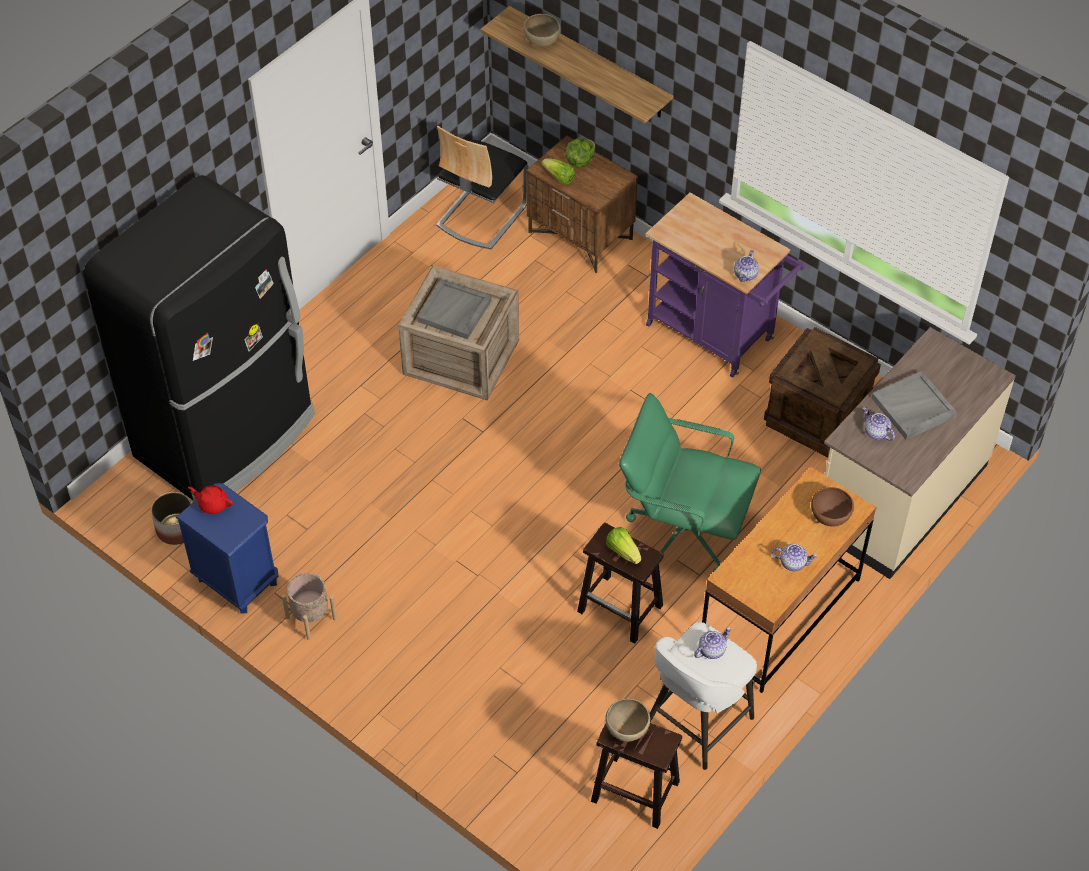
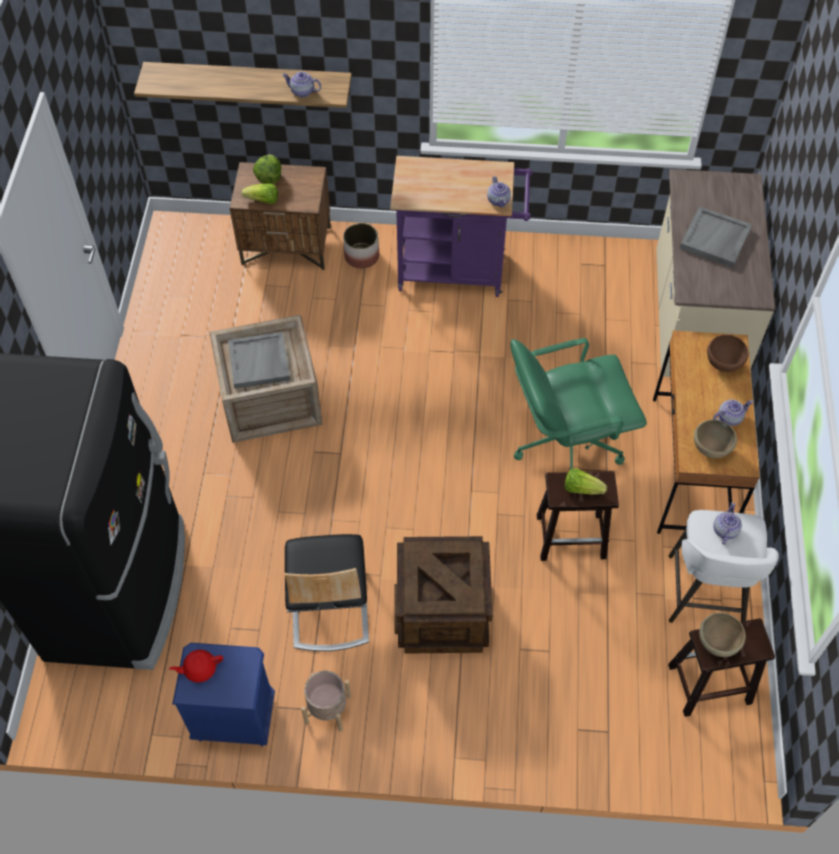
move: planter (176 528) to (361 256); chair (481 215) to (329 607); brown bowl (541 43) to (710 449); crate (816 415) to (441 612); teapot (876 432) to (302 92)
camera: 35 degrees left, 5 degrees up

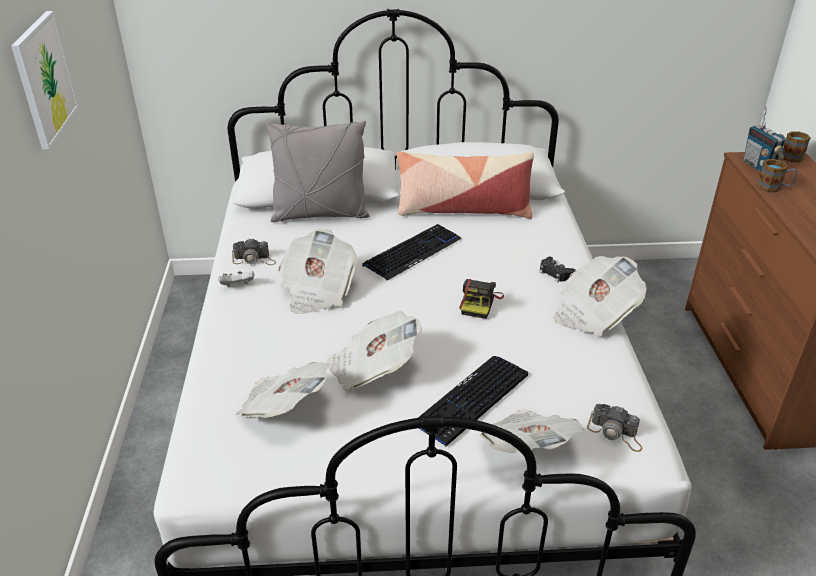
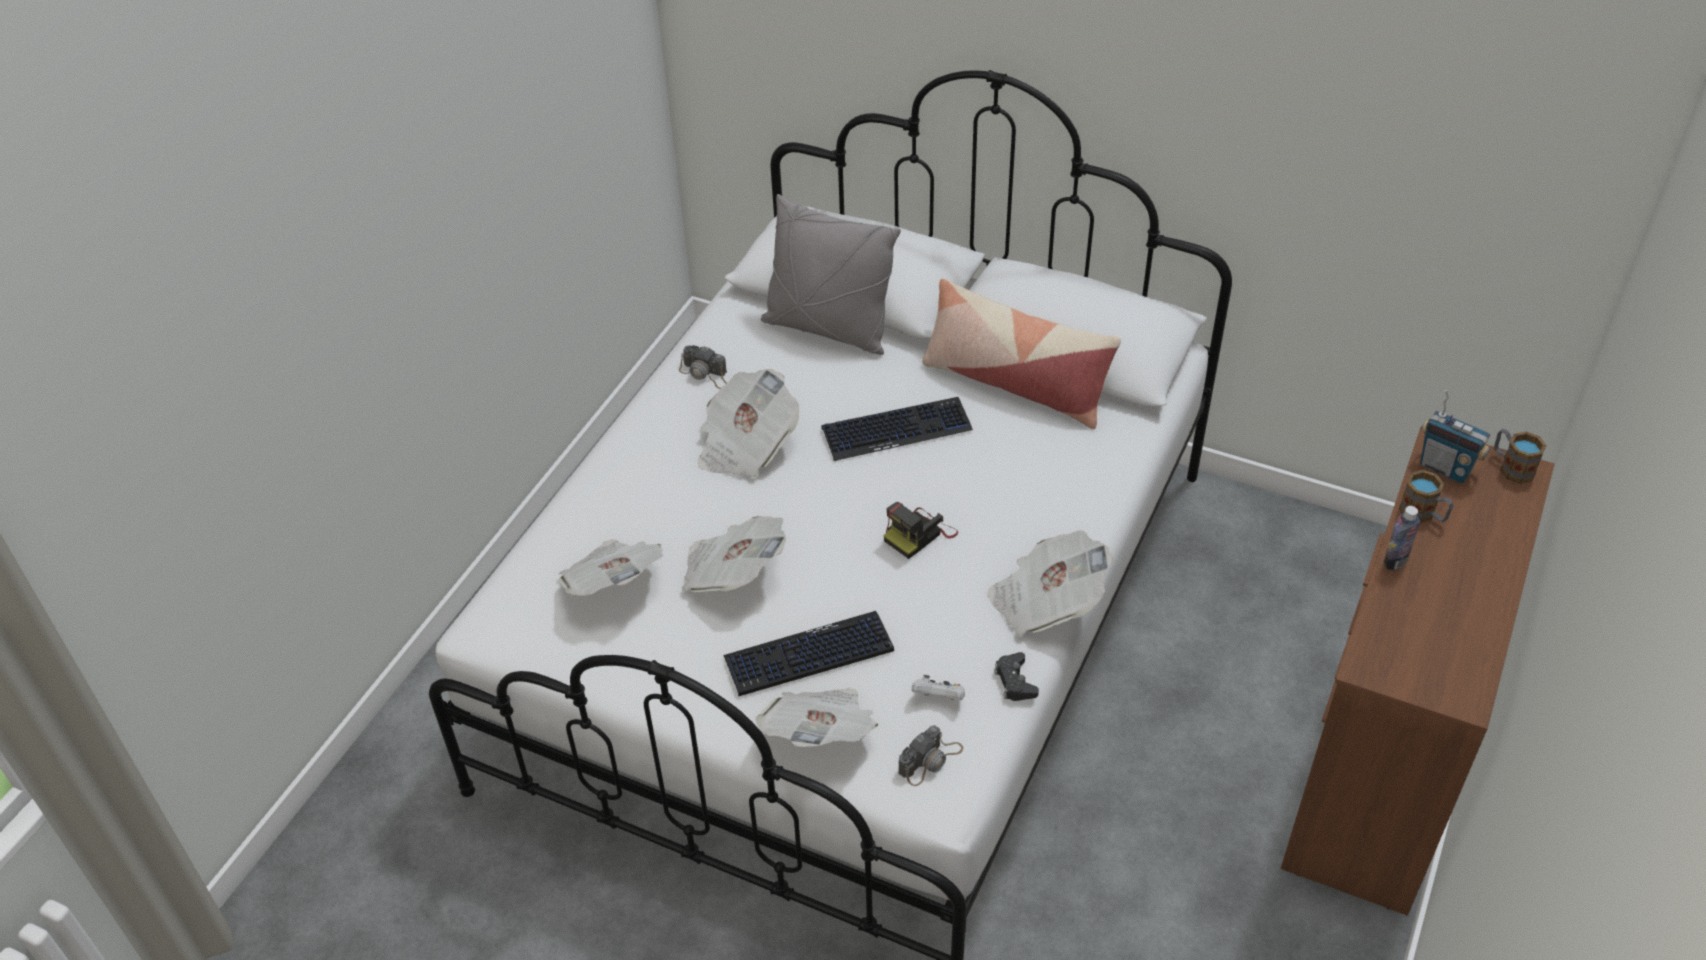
delete: picture (44 79)
insert: bottle (1395 561)
move: white game controller (237 286) to (939 698); black game controller (555 273) to (1015 681)
rotate: photo camera (615 434) = (930 760) 105 degrees counterclockwise; radio (758 165) = (1445 468) 60 degrees counterclockwise
camera: 30 degrees right, 10 degrees up

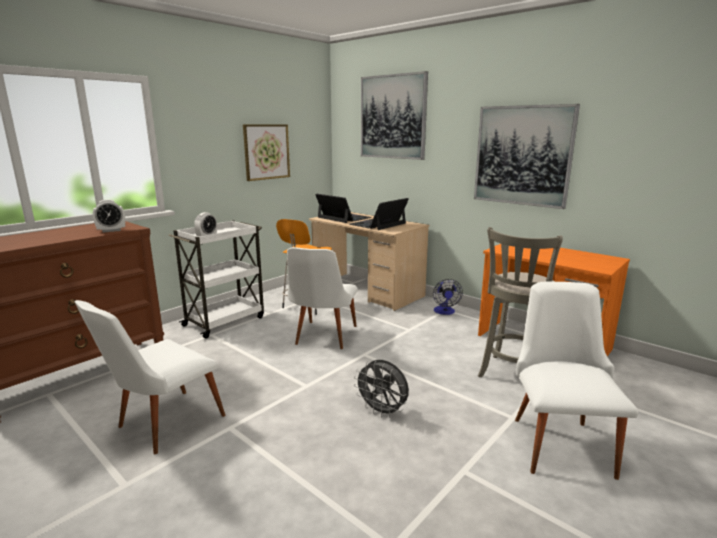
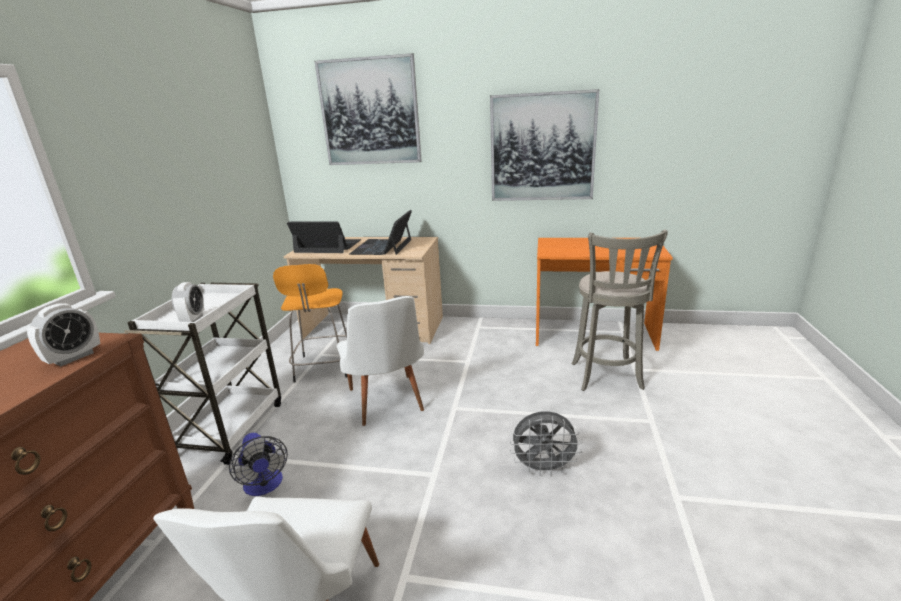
delete: picture (266 152); white chair (559 439)
move: fan (444 312) to (264 486)
camera: 30 degrees left, 5 degrees up

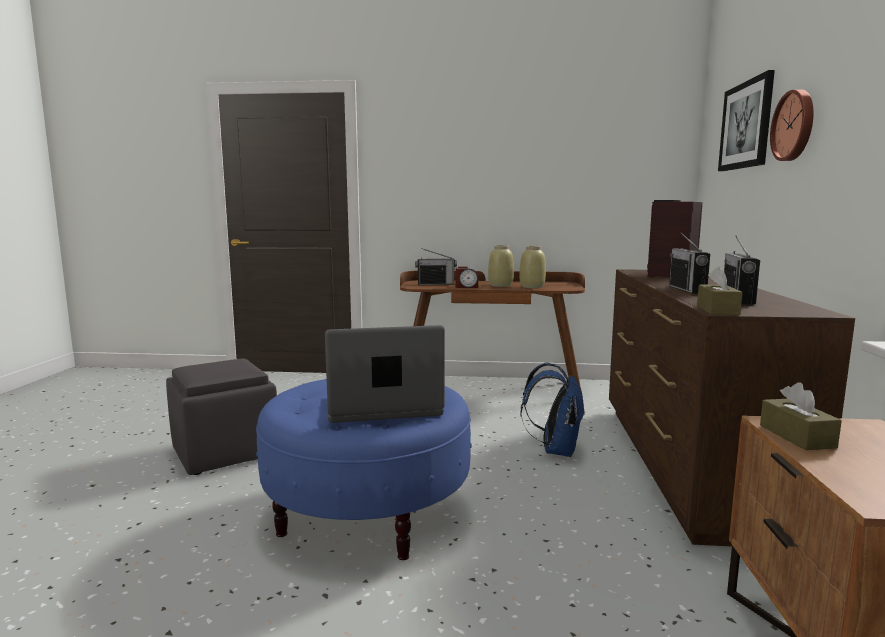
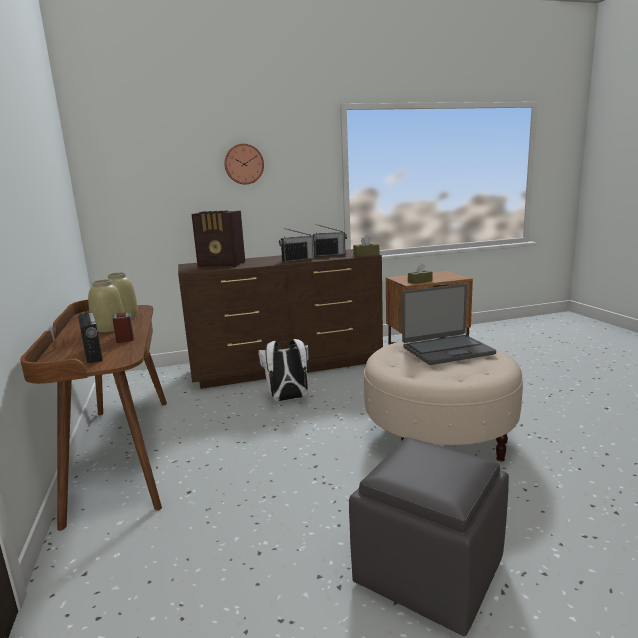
delete: picture (746 125)
recolor: blue ottoman (368 512) to beige ottoman (439 438); blue backpack (555 450) to white backpack (288 399)
rotate: laptop (383 407) = (447 350) 75 degrees counterclockwise
camera: 110 degrees left, 5 degrees up

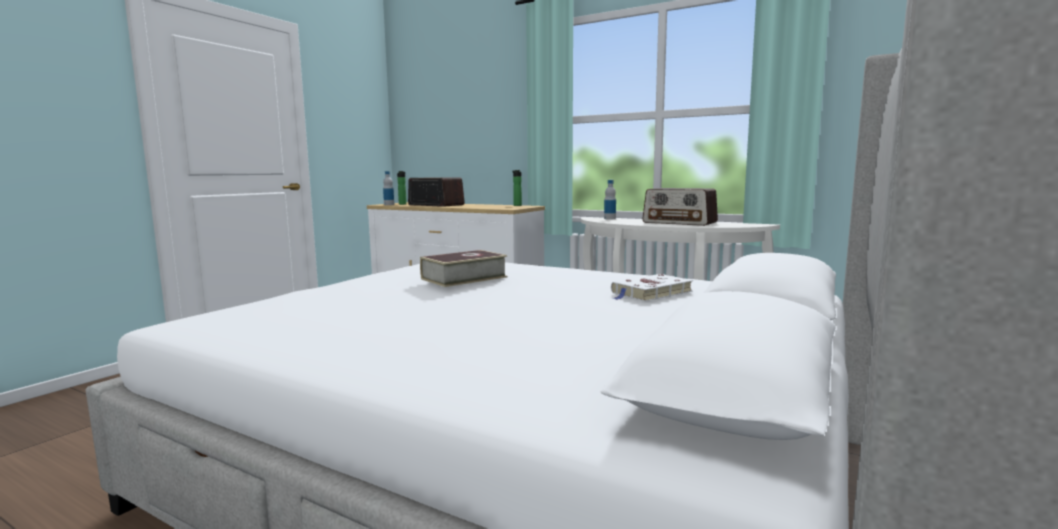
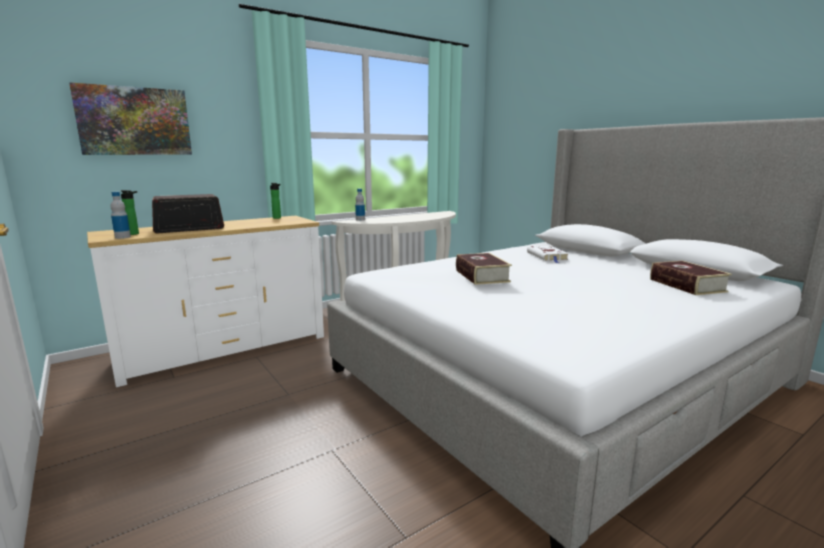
delete: radio (680 222)
insert: picture (134 121); book (687 285)
camera: 65 degrees left, 5 degrees up

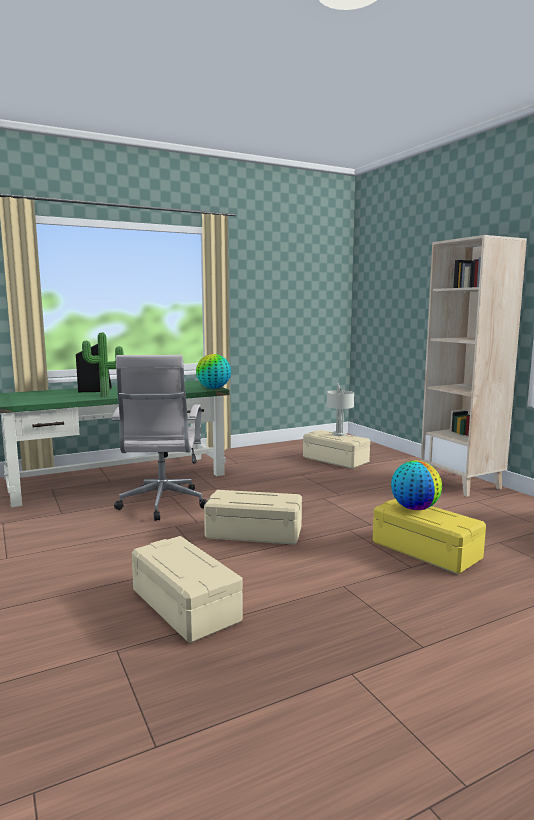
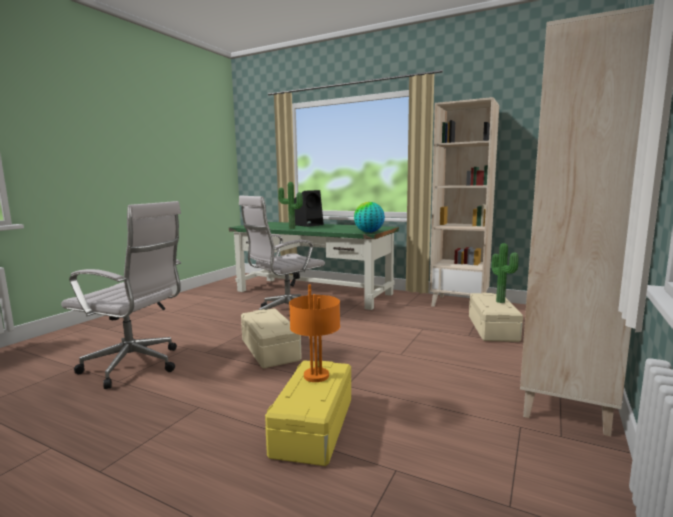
insert: beige bookcase (460 303)
replace: beige storage box (186 605) to white office chair (136 366); grey table lamp (339 434) to potted plant (501 301); globe (415 508) to orange table lamp (317 376)
camera: 55 degrees right, 0 degrees up

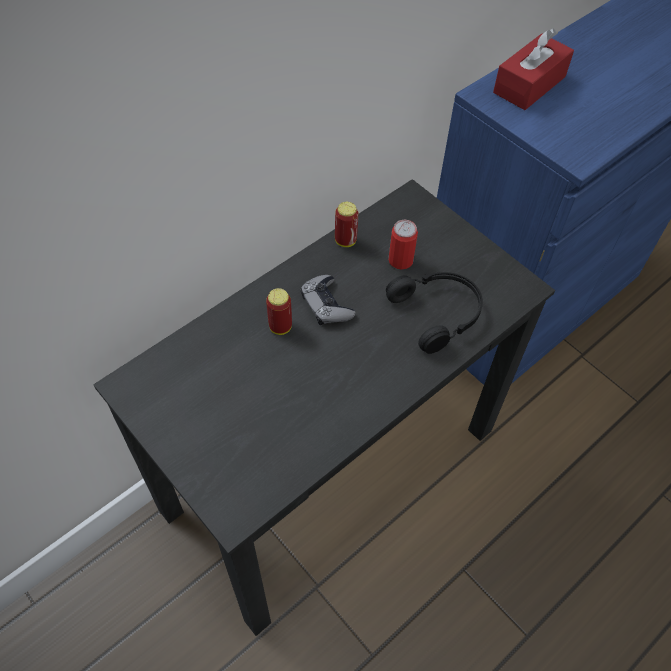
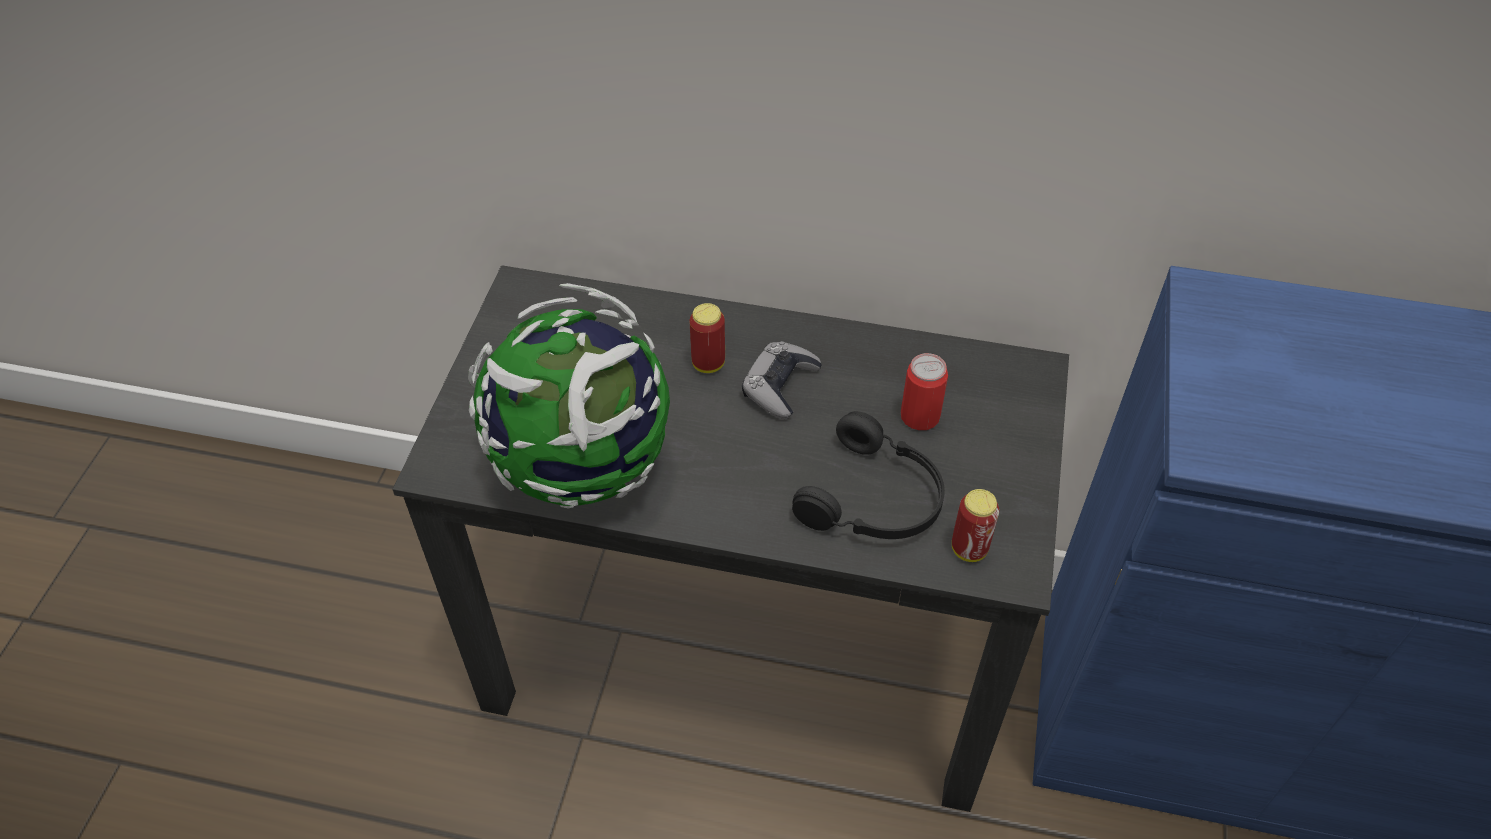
delete: red tissue box (529 85)
insert: globe (583 466)
move: can (345 241) to (969 549)
camera: 55 degrees right, 5 degrees down

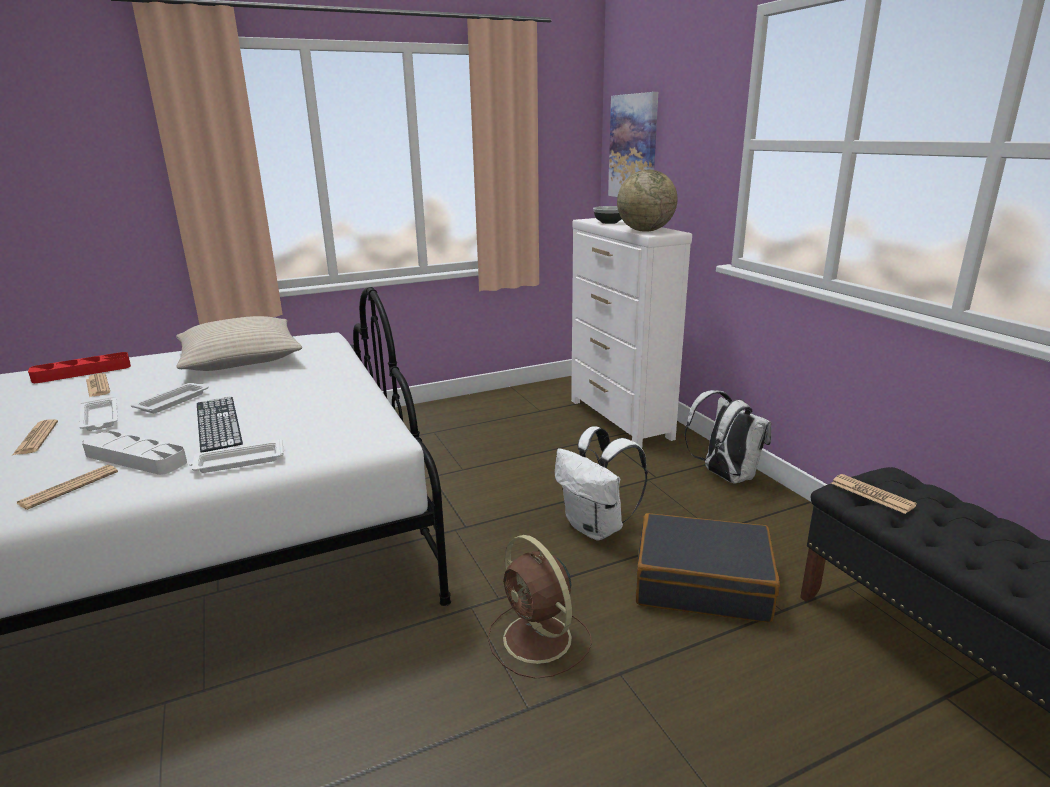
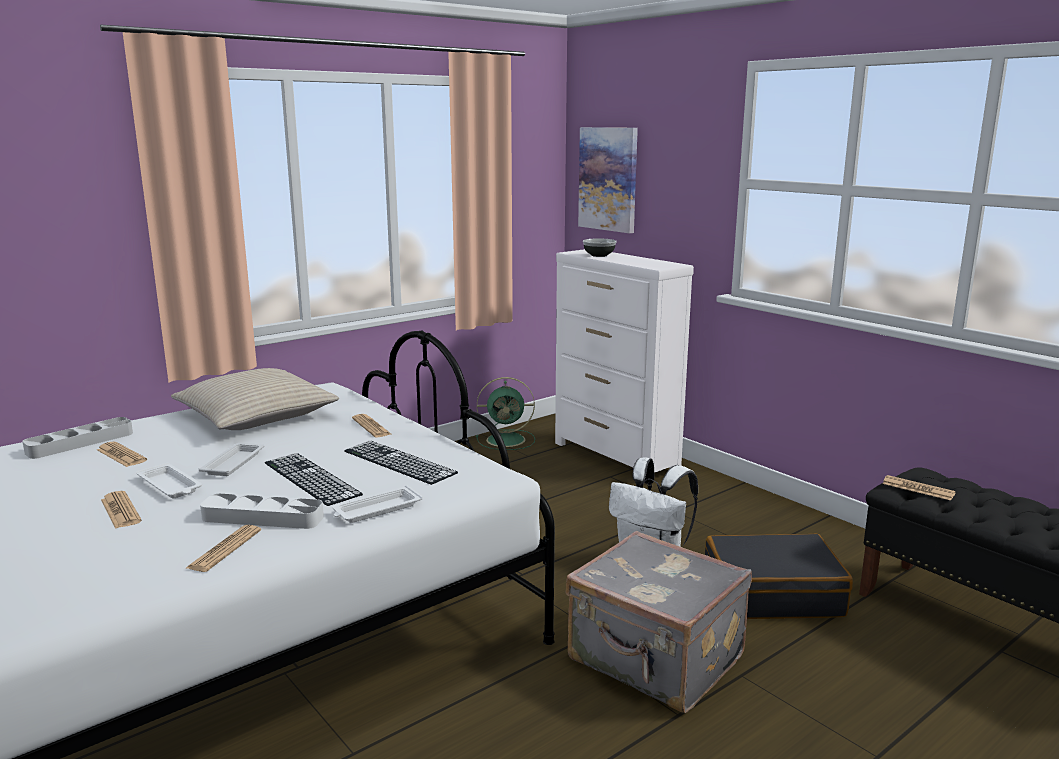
delete: globe (645 231); white backpack (724 476)
insert: keyboard (399 462); newspaper (371 427); green fan (507 440)
replace: brown fan (539 640) to grey suitcase (655 660)
recolor: red tray (82 372) to grey tray (80 442)
camera: 15 degrees left, 5 degrees down

